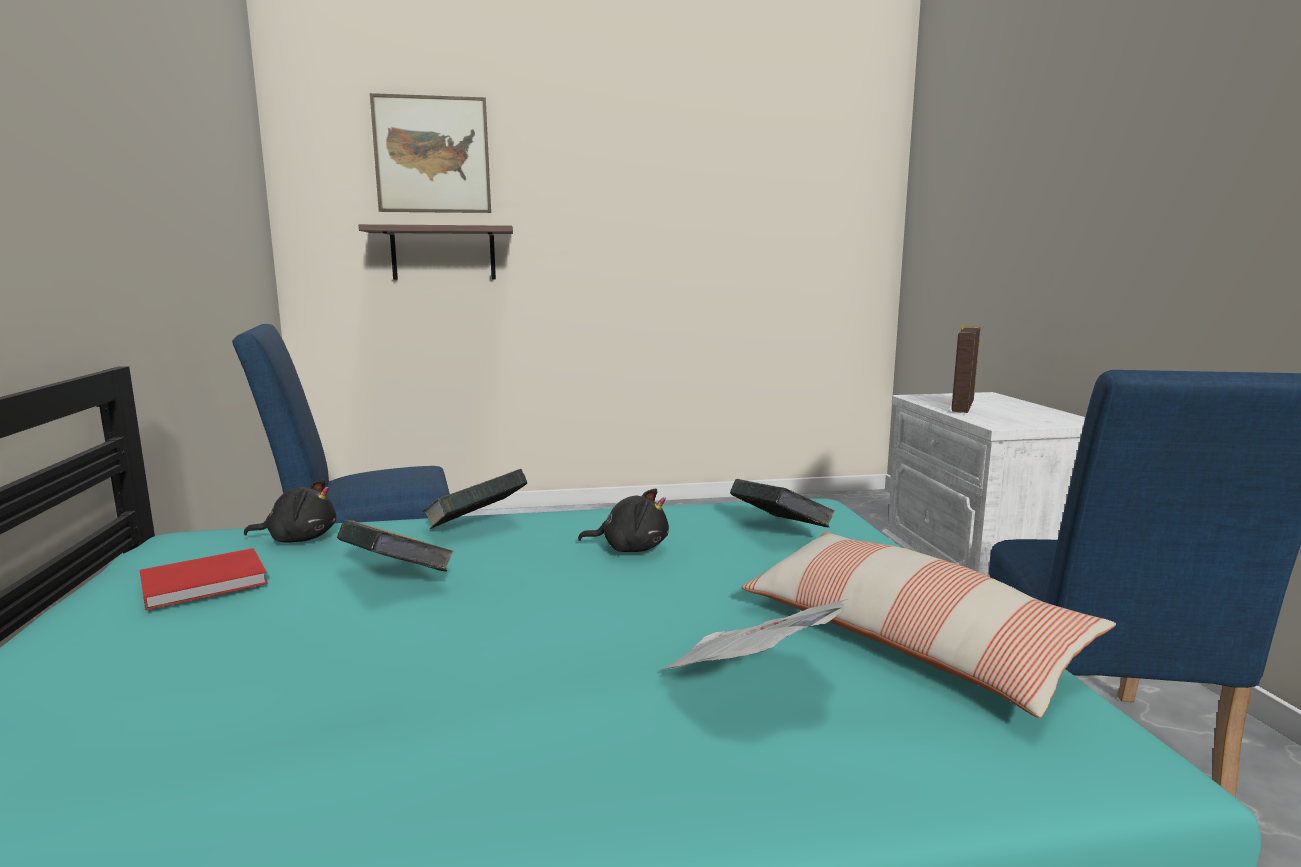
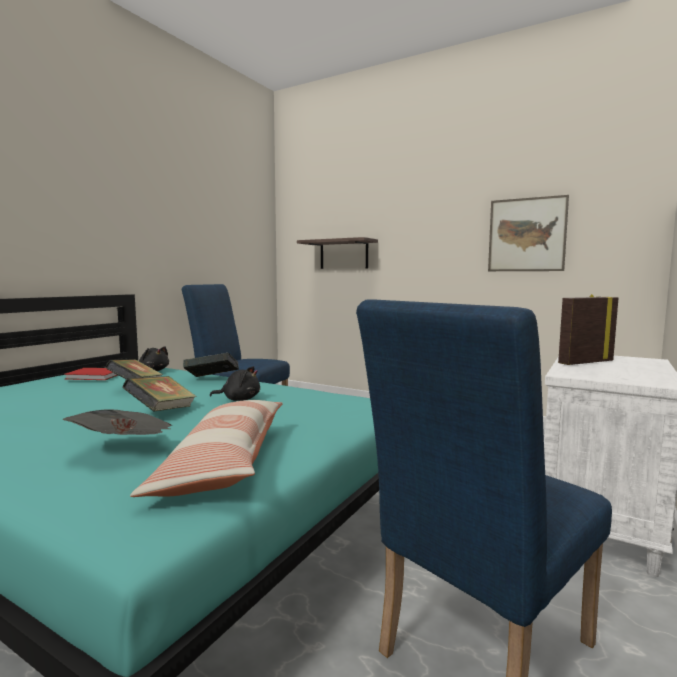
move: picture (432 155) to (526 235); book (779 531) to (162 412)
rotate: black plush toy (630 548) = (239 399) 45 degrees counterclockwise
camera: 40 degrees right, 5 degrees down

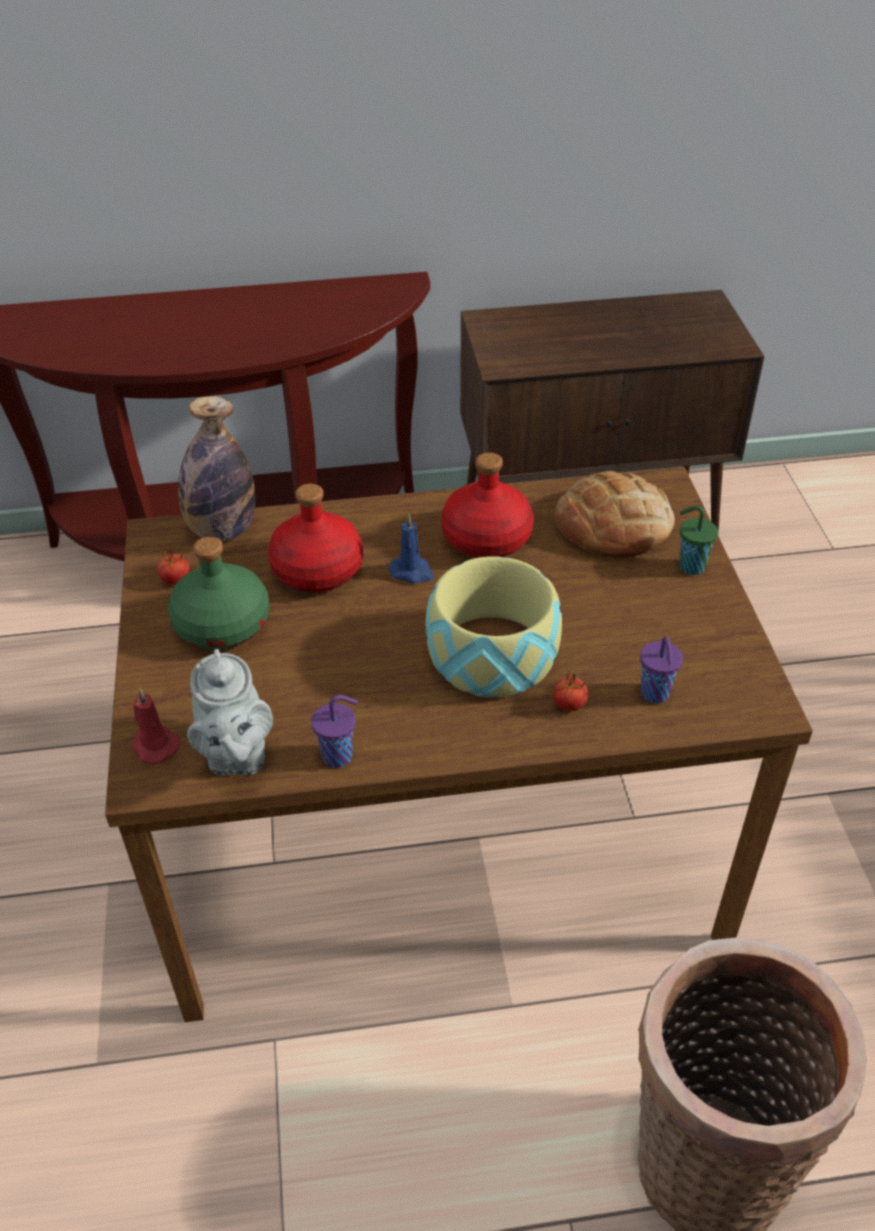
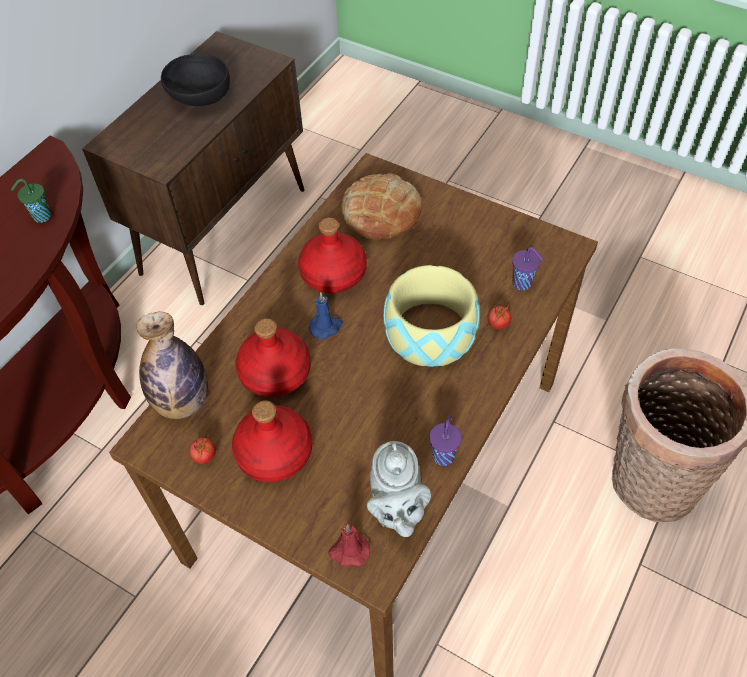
insert: black bowl (199 97)
move: green cup (690 566) to (41 217)
recolor: green bottle (223 625) to red bottle (275 452)
rotate: grey teapot (235 755) = (397 509) 60 degrees clockwise
camera: 50 degrees left, 10 degrees up

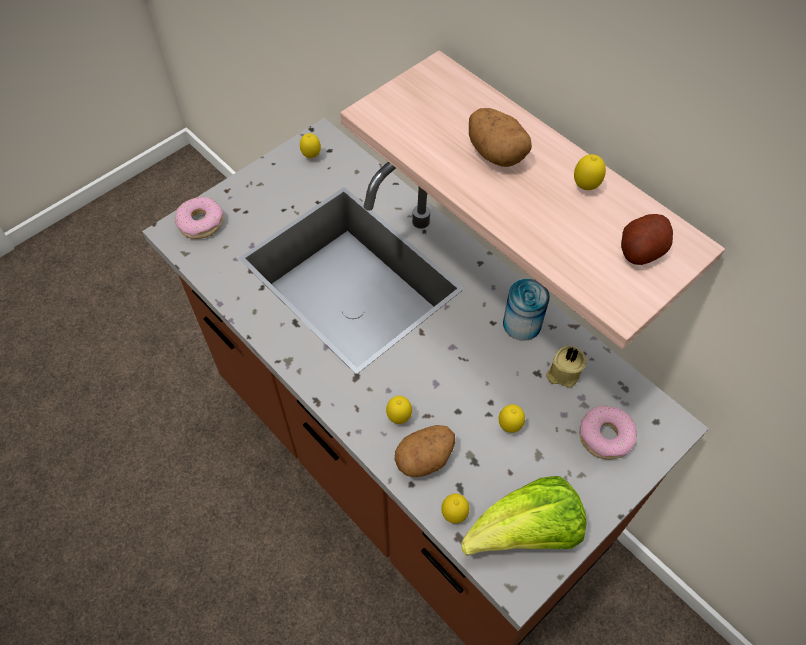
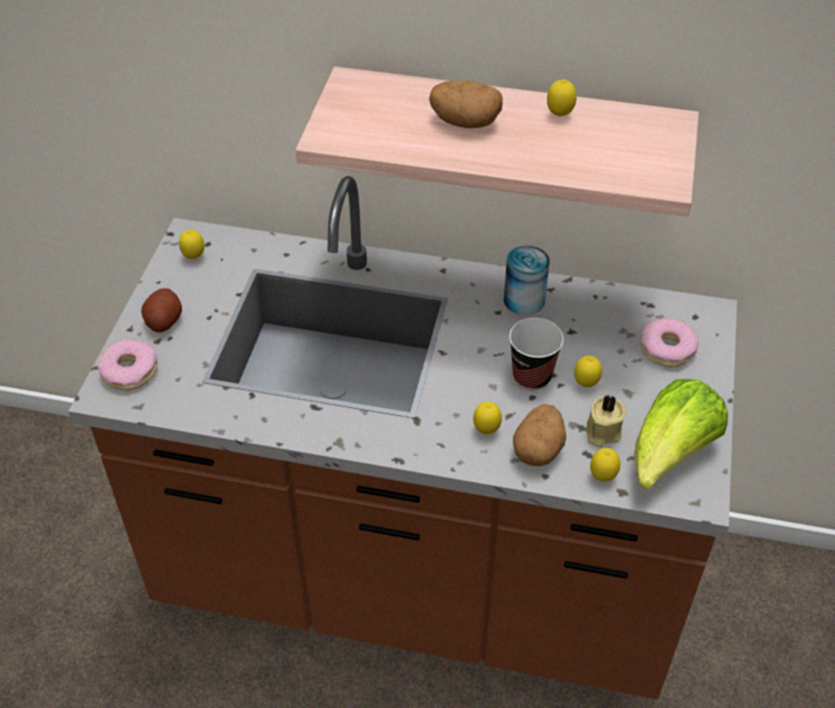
insert: cup (531 377)
move: beige candle (562 373) to (601 432); potato (641 250) to (163 321)
camera: 35 degrees left, 10 degrees down

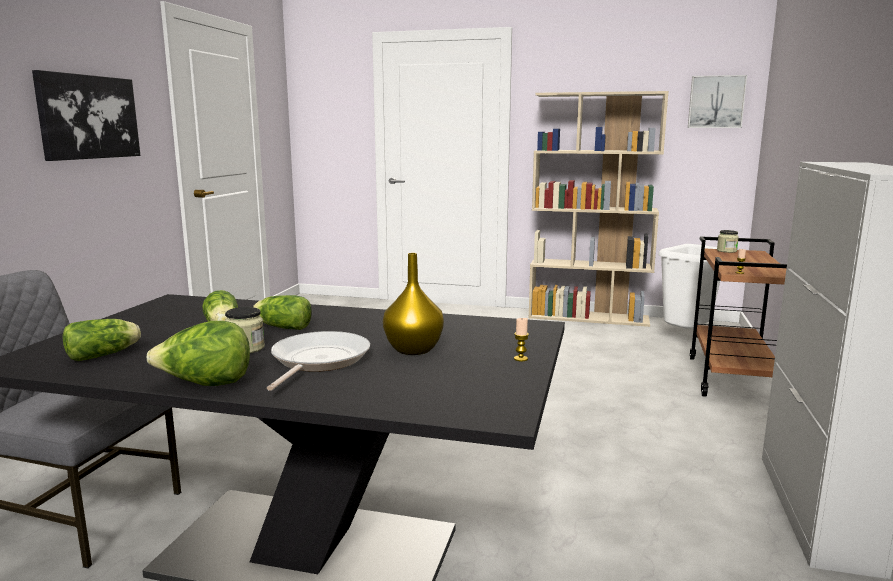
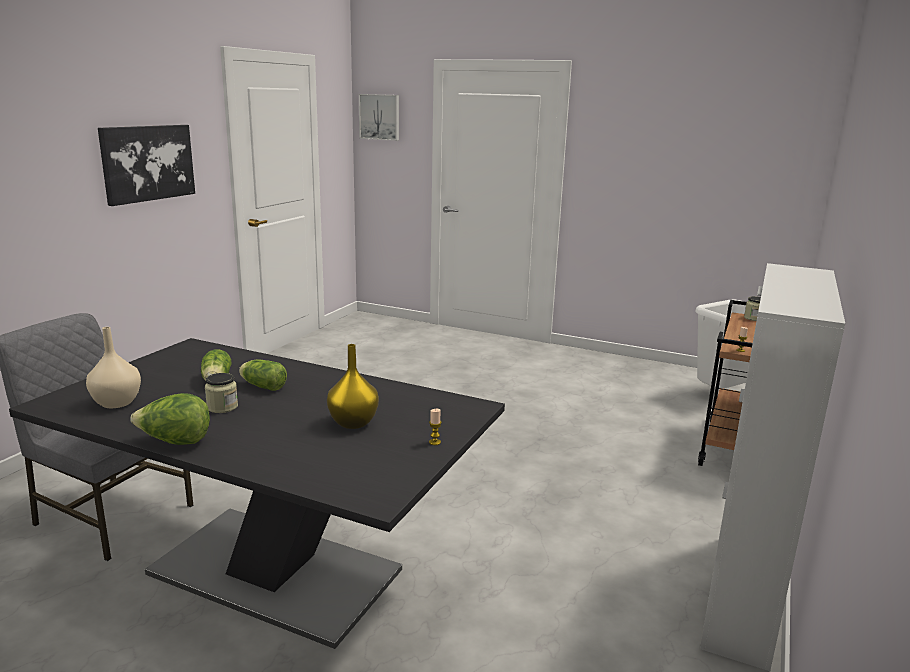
delete: frying pan (318 361); beige bookcase (589 317)
move: picture (716 102) to (380 117)
replace: lettuce (105 355) to beige vase (116 403)
camera: 10 degrees right, 5 degrees up

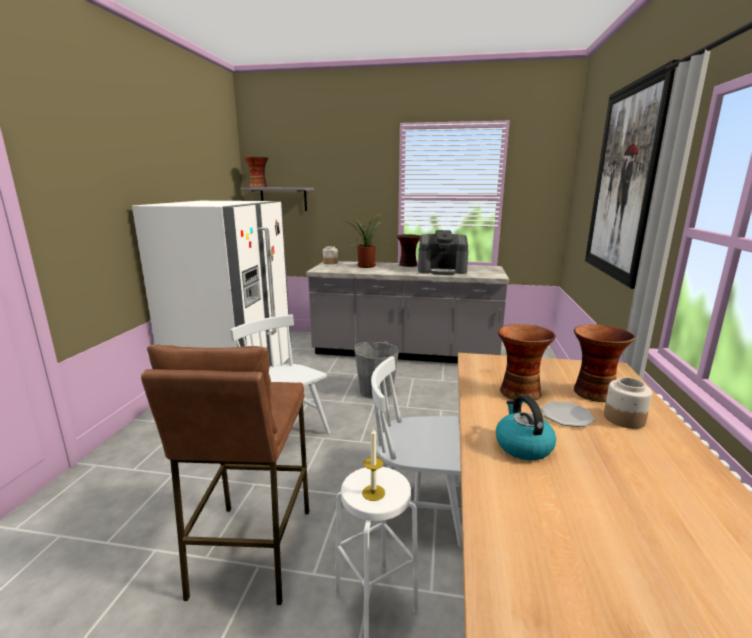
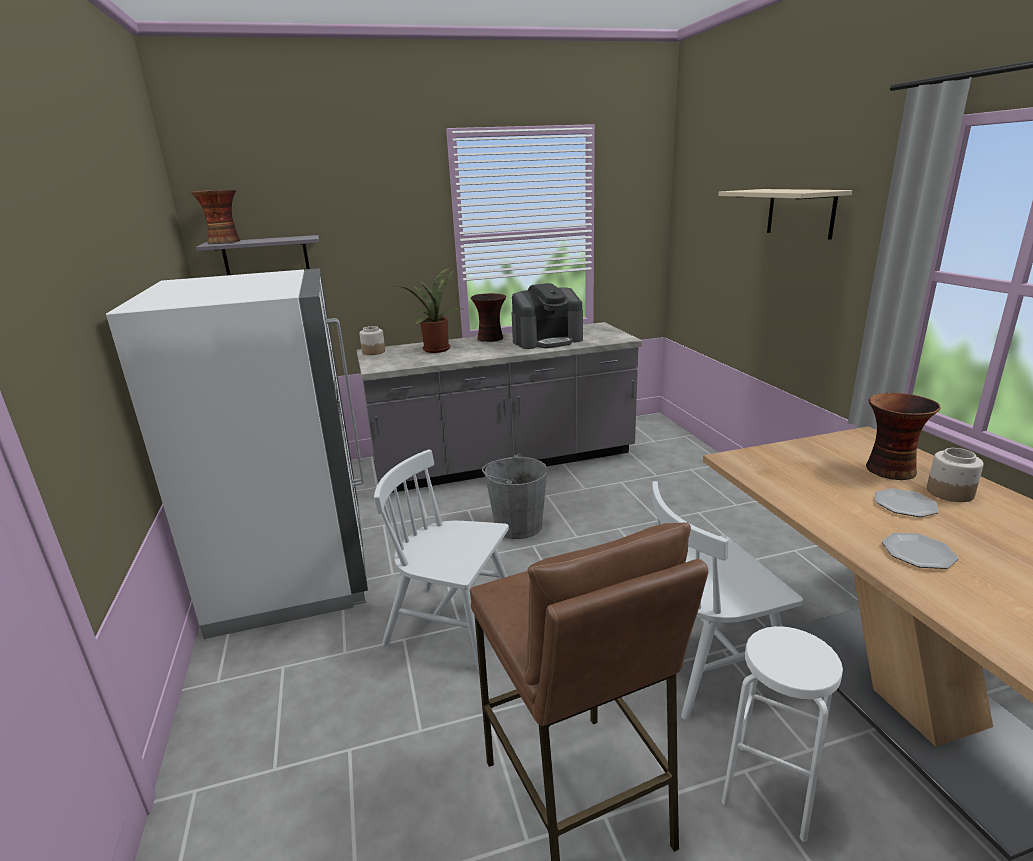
delete: candle (373 492); vase (518 392)
replace: kettle (522 446) to plate (918 553); picture (627 182) to beige shelf (800 212)
camera: 25 degrees left, 5 degrees up

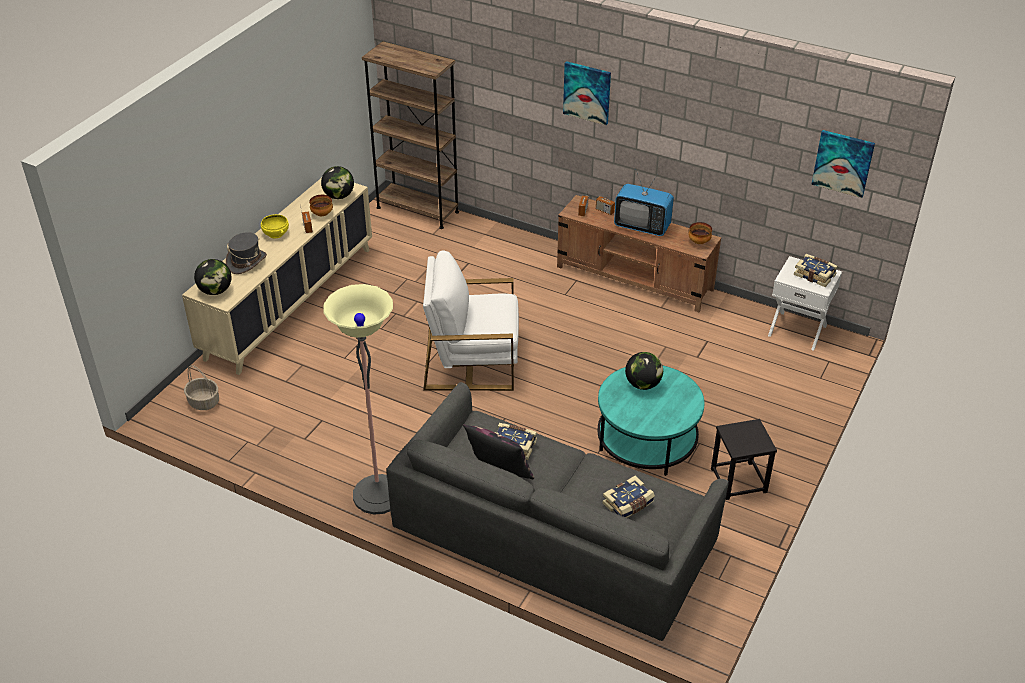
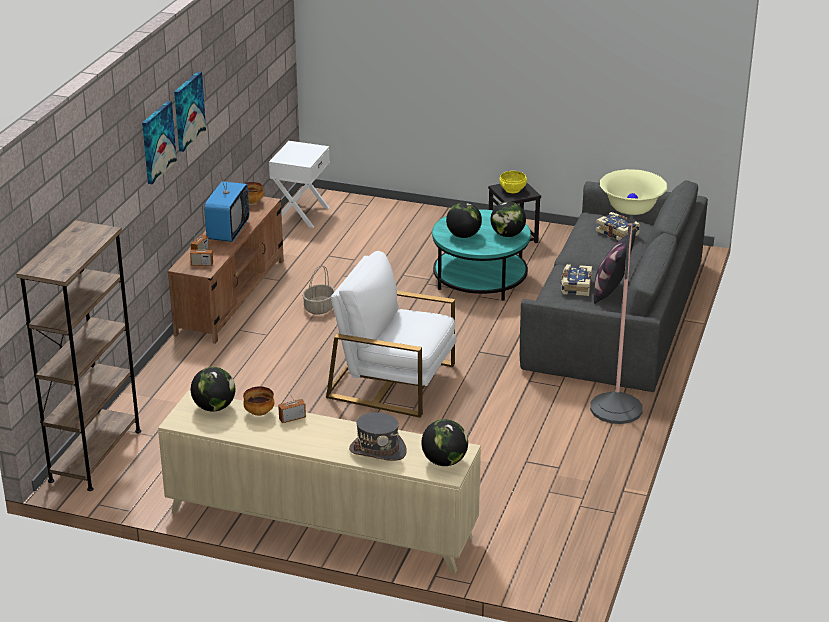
delete: book (815 275)
insert: globe (507 235)
move: basket (204 402) to (319 308); yellow bowl (275 234) to (513 190); picture (843 163) to (188 111)
rotate: white armchair (471 358) = (393 380) 120 degrees clockwise
camera: 100 degrees left, 10 degrees down

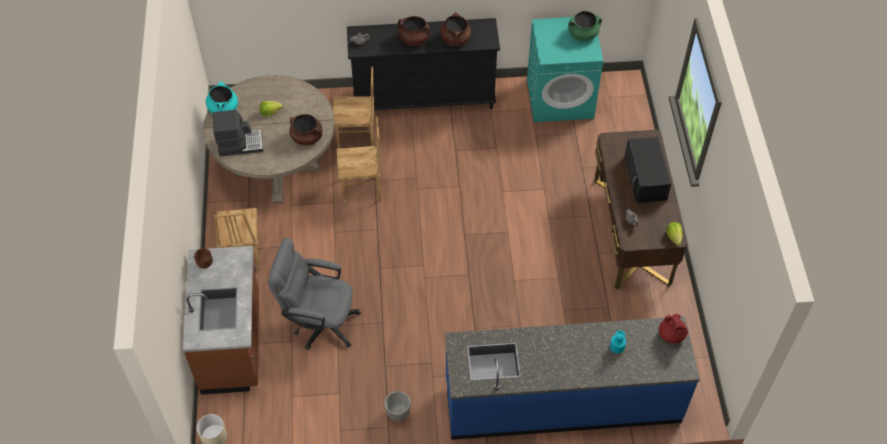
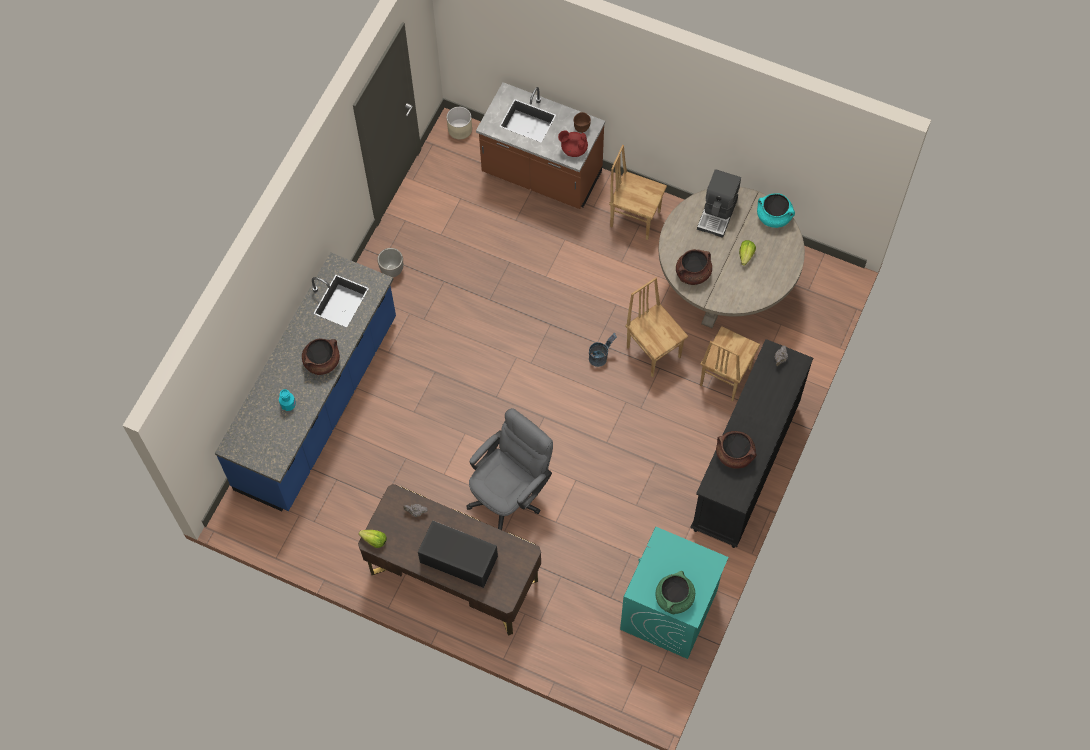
insert: grey bucket (600 356)
move: grey office chair (319 322) to (510 493); brown cooking pot (414 39) to (322 362); red teapot (671 335) to (573 149)
rotate: brown chair (362 190) = (654 351) 120 degrees clockwise
camera: 120 degrees right, 10 degrees up

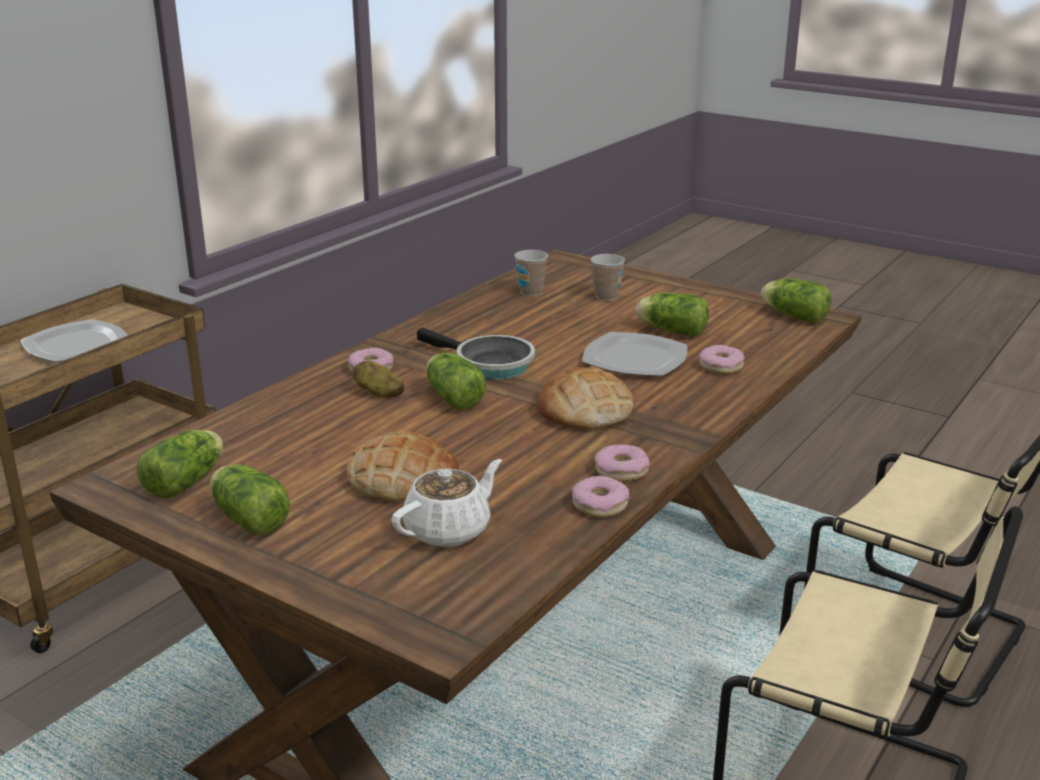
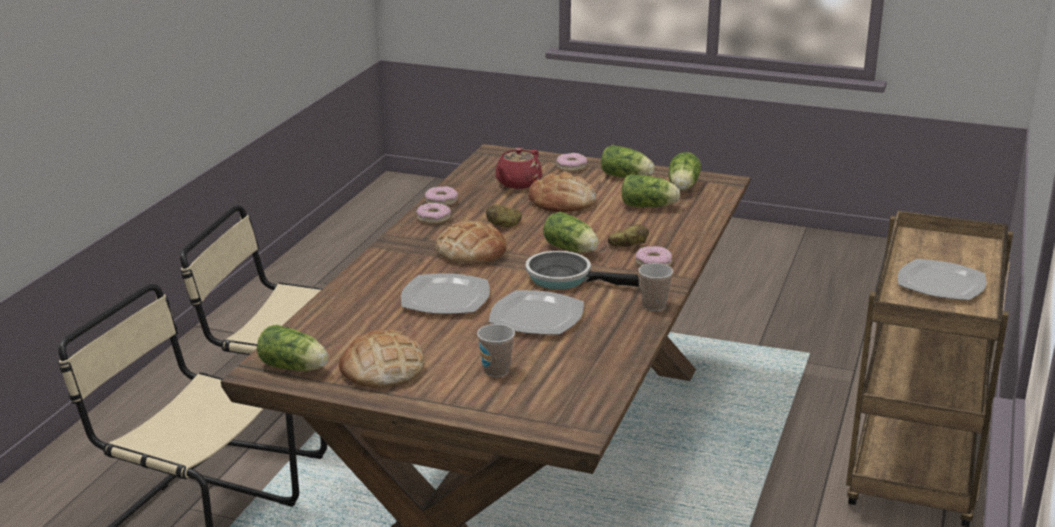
insert: bread (381 368); potato (504 225); plate (537 316)
move: cup (531 292) to (654 306); lettuce (670 330) to (650 206); donut (721 366) to (571 167)
recolor: white teapot (449 530) to red teapot (517 183)
camera: 165 degrees right, 0 degrees up

